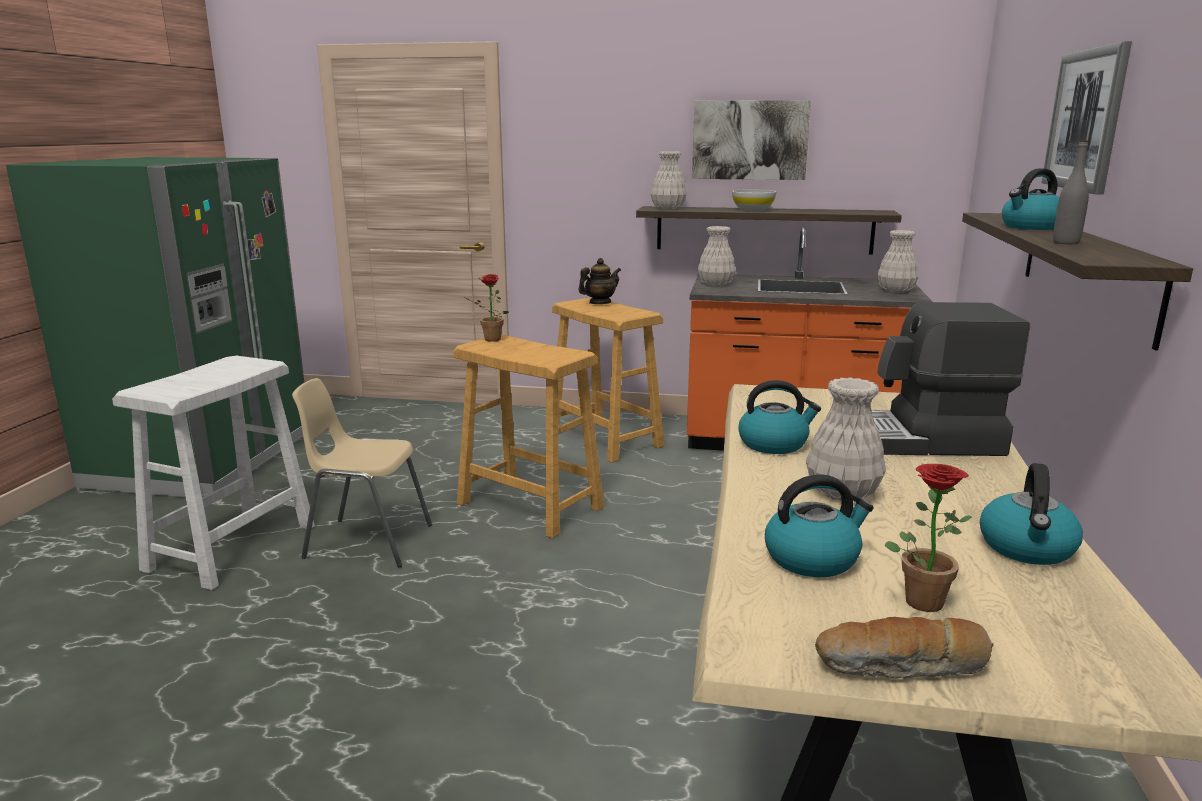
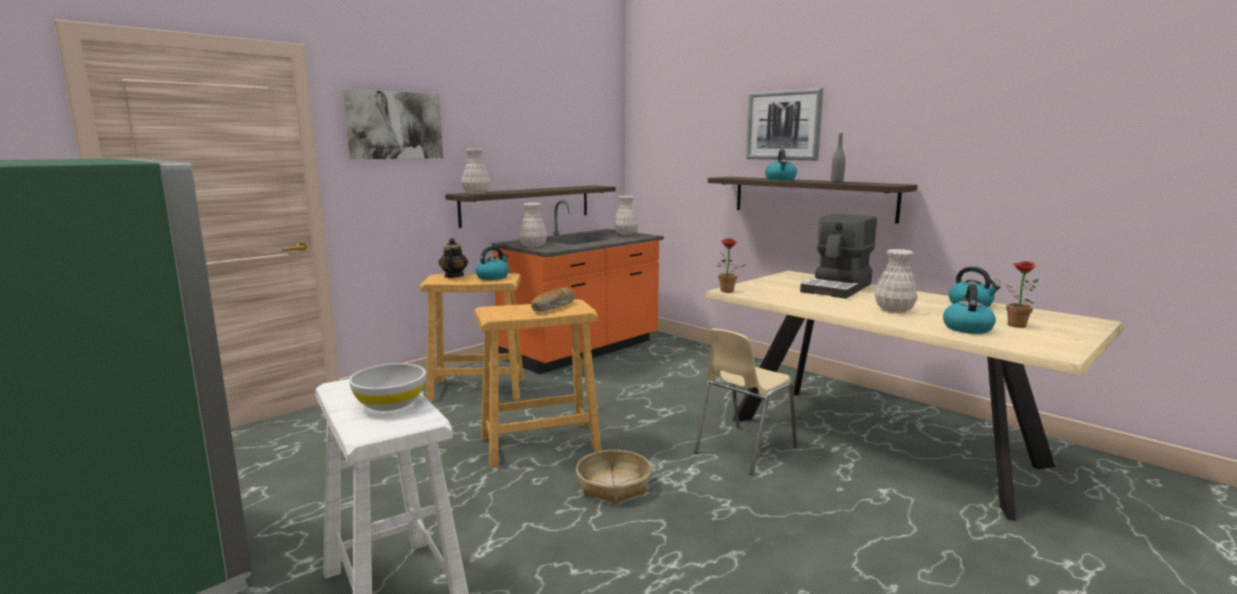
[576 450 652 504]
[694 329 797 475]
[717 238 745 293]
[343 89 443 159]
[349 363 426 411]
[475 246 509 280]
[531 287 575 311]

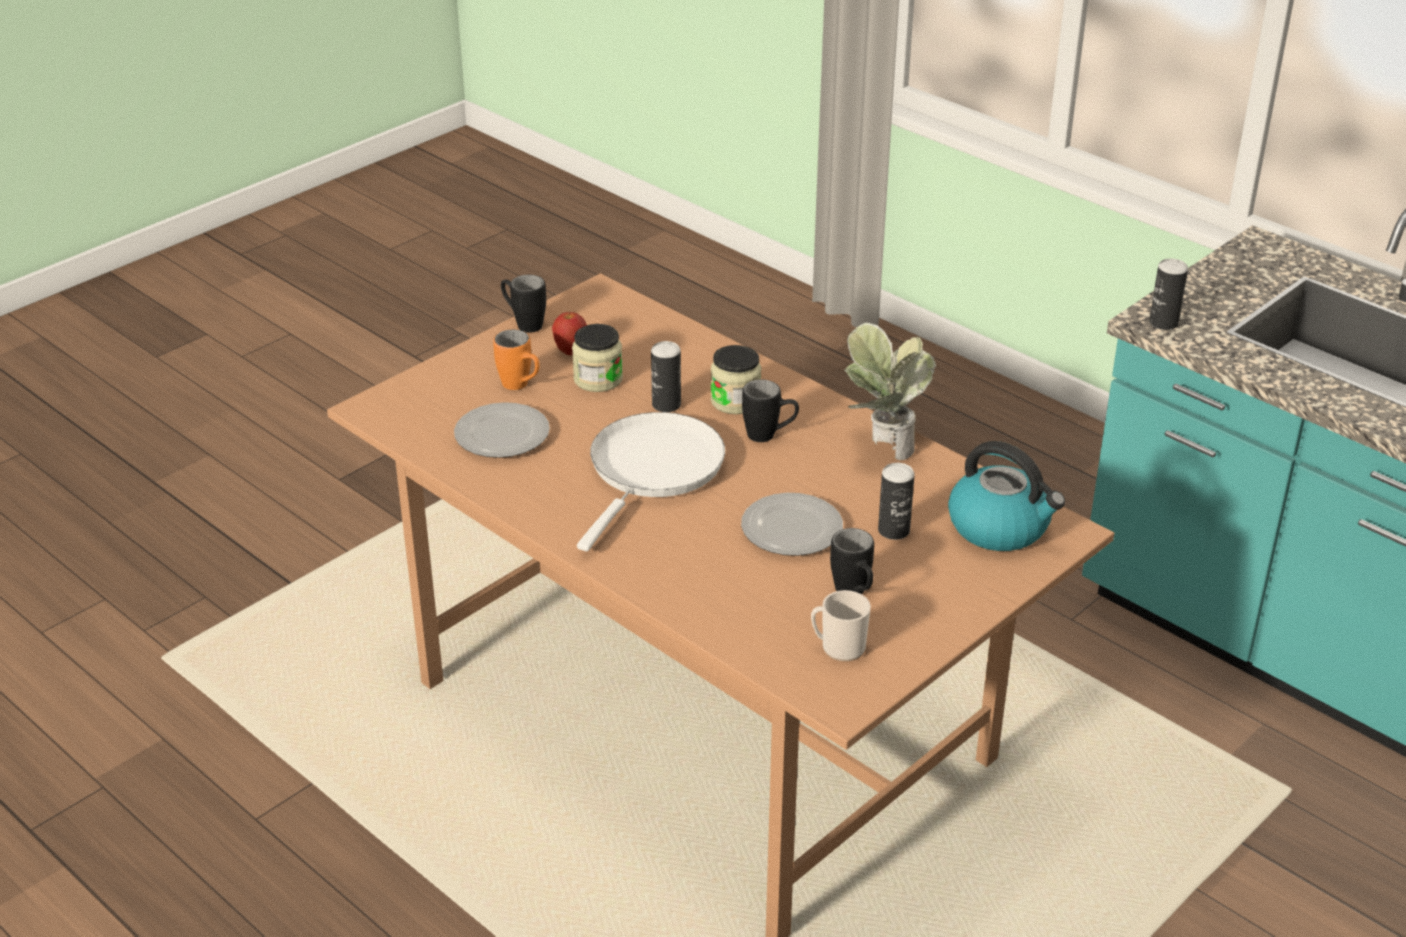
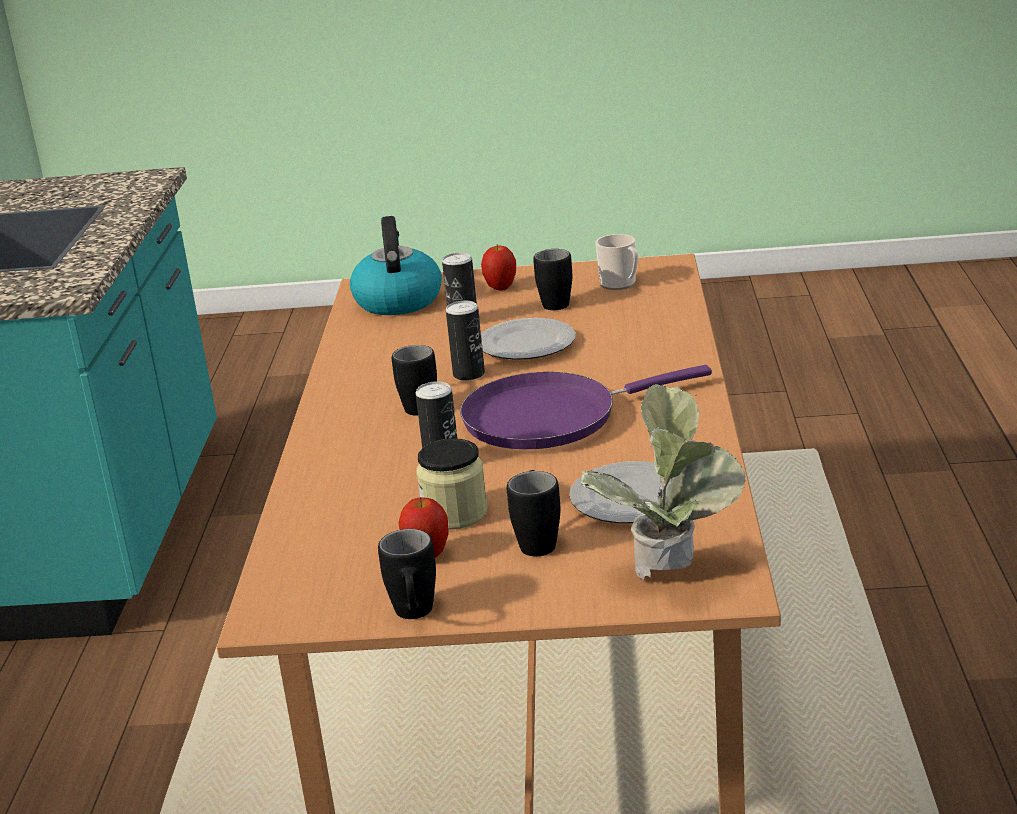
[711 345 761 414] (first image)
[481 244 516 291]
[580 384 746 580]
[446 301 485 381]
[507 470 560 556]
[460 365 712 449]

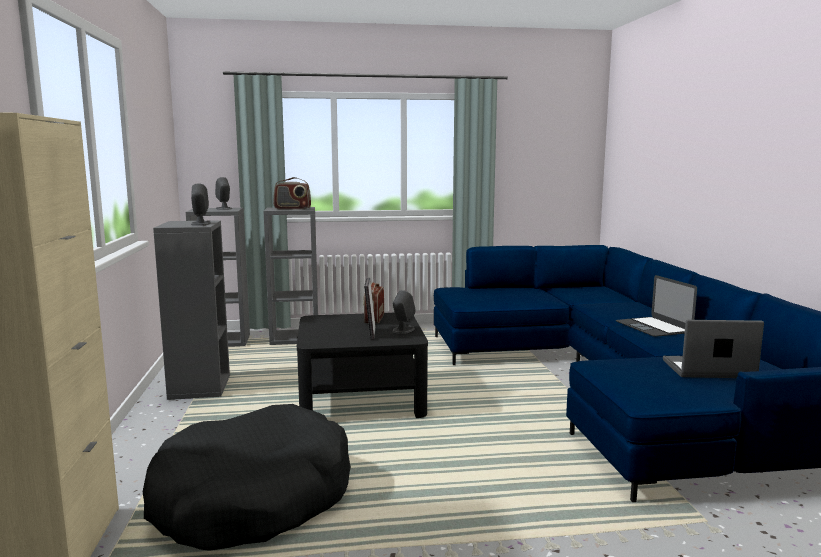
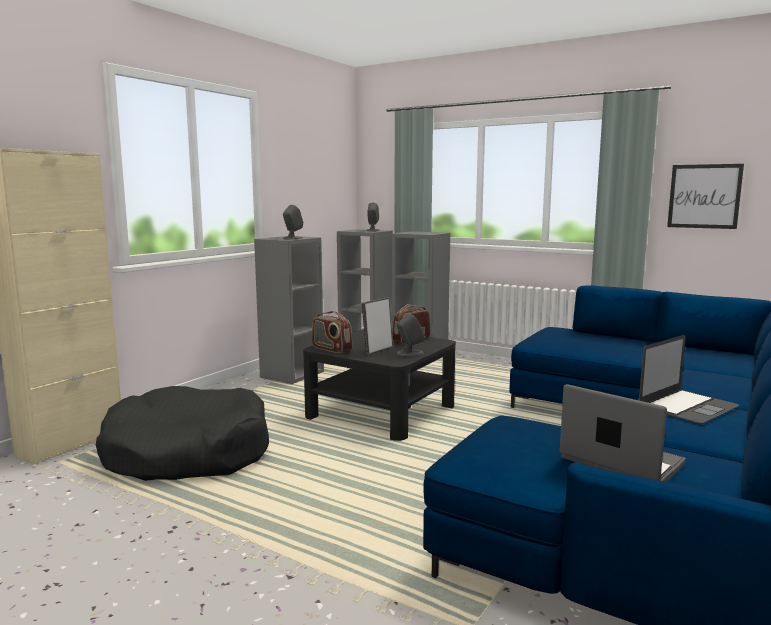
[667 164 744 229]
[312 311 352 353]
[639 335 739 424]

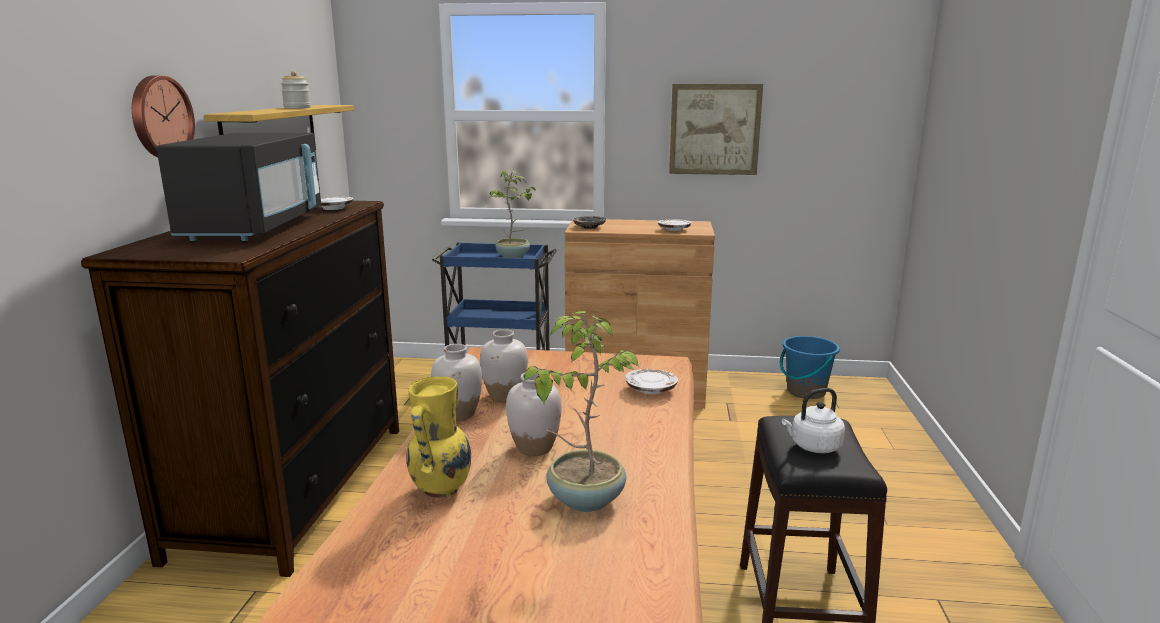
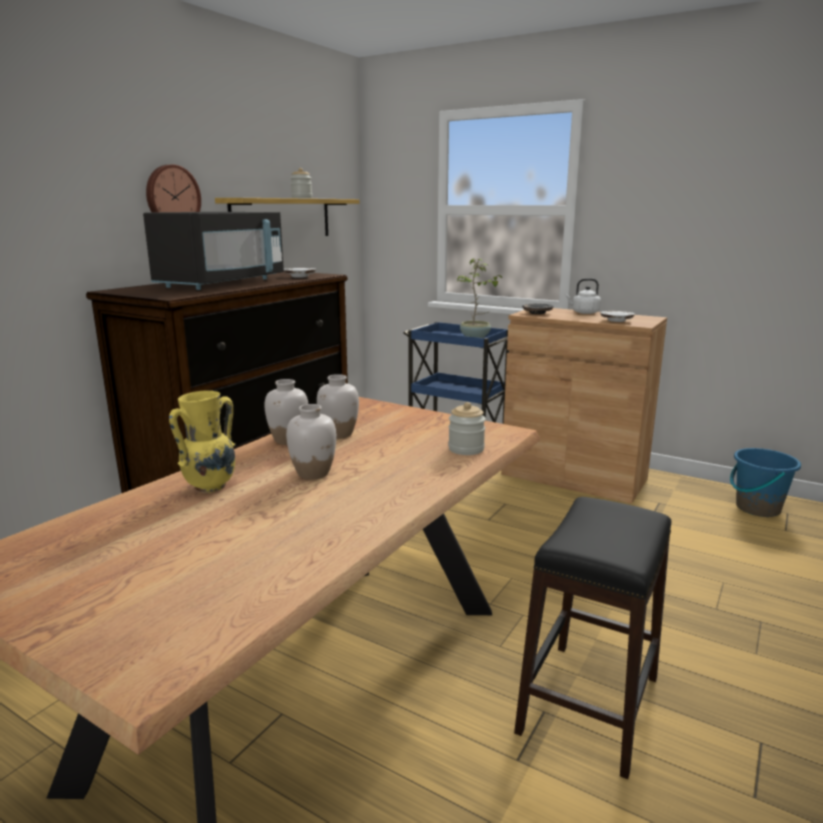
[524 311 639 512] (first image)
[669 84 763 175] (first image)
[565 278 601 314]
[448 402 486 455]

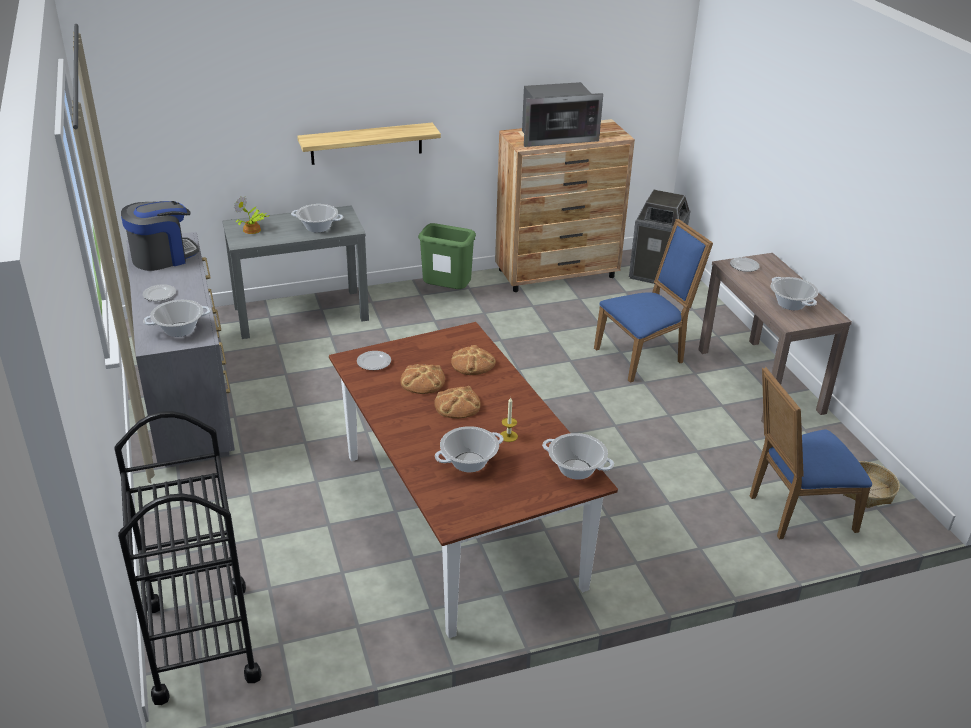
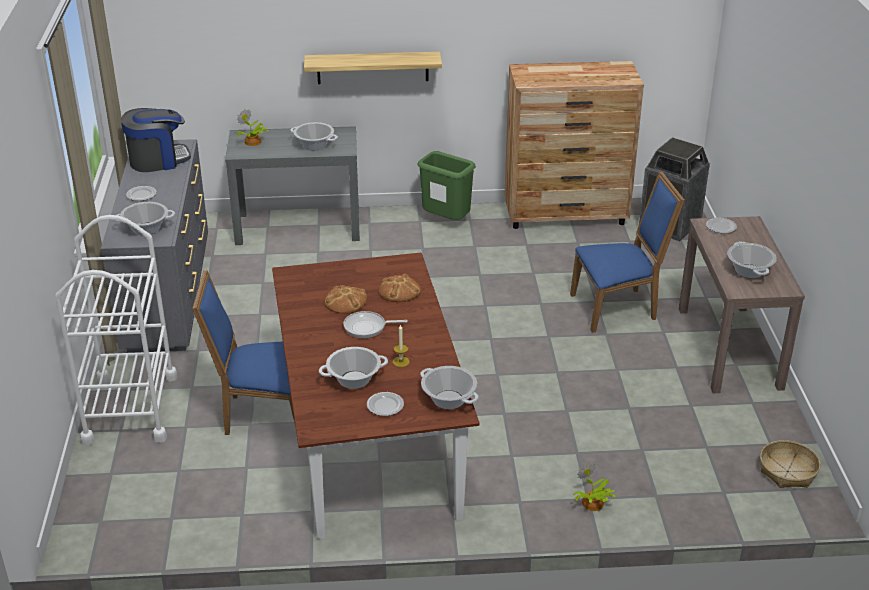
[115 411 261 705] (first image)
[522 82 603 147] (first image)
[55 215 178 446]
[573 463 617 511]
[367 392 404 416]
[192 270 295 435]
[343 311 408 338]

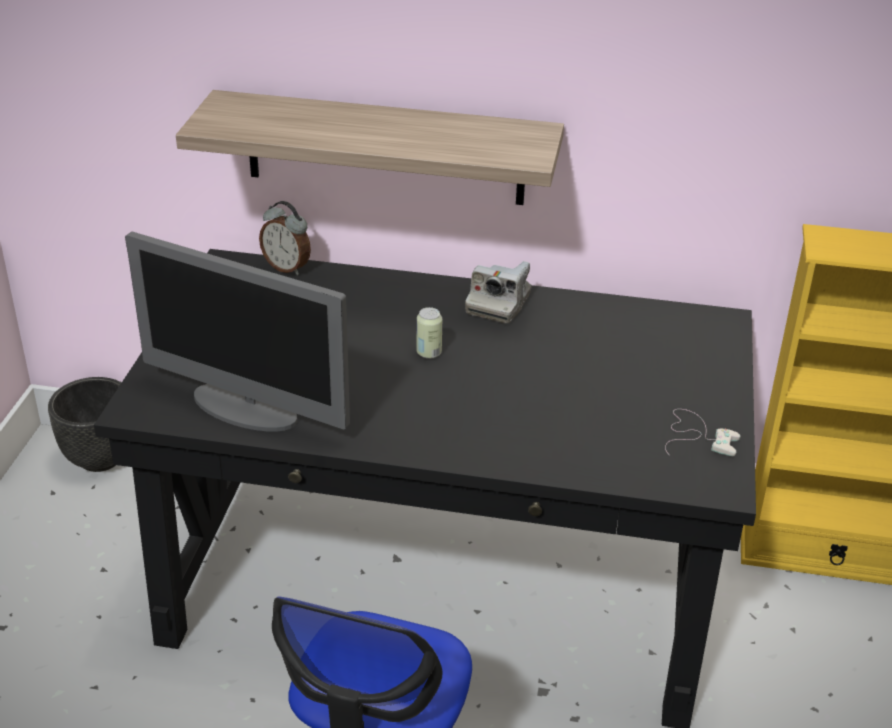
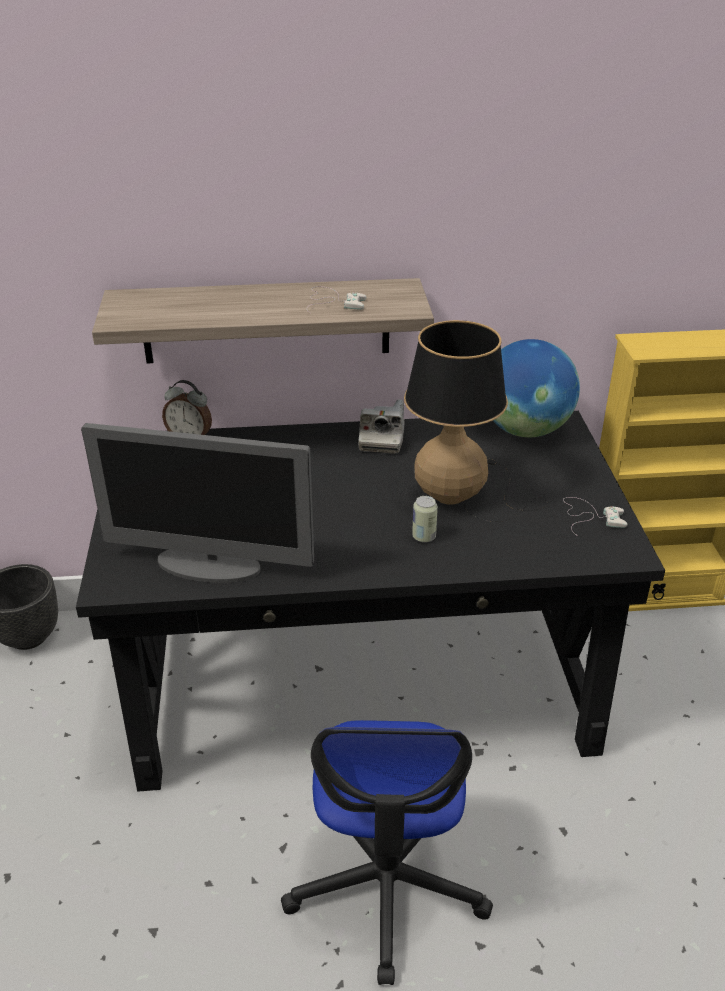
[307 286 366 313]
[404 320 547 522]
[493 339 580 437]
[412 496 438 543]

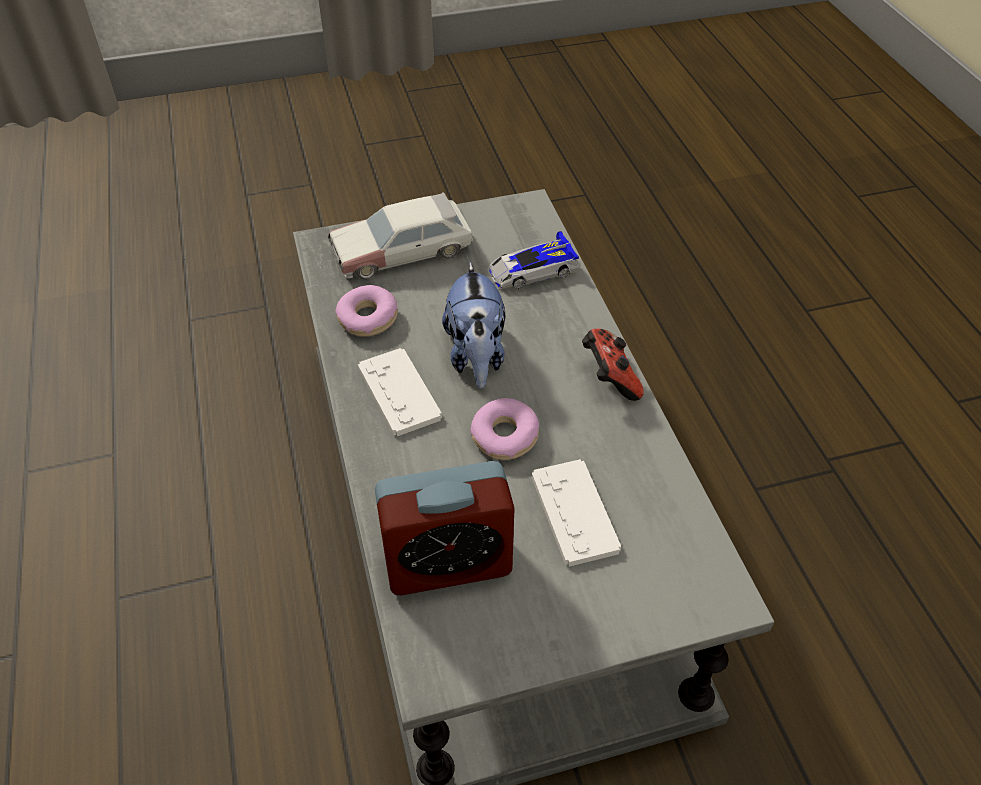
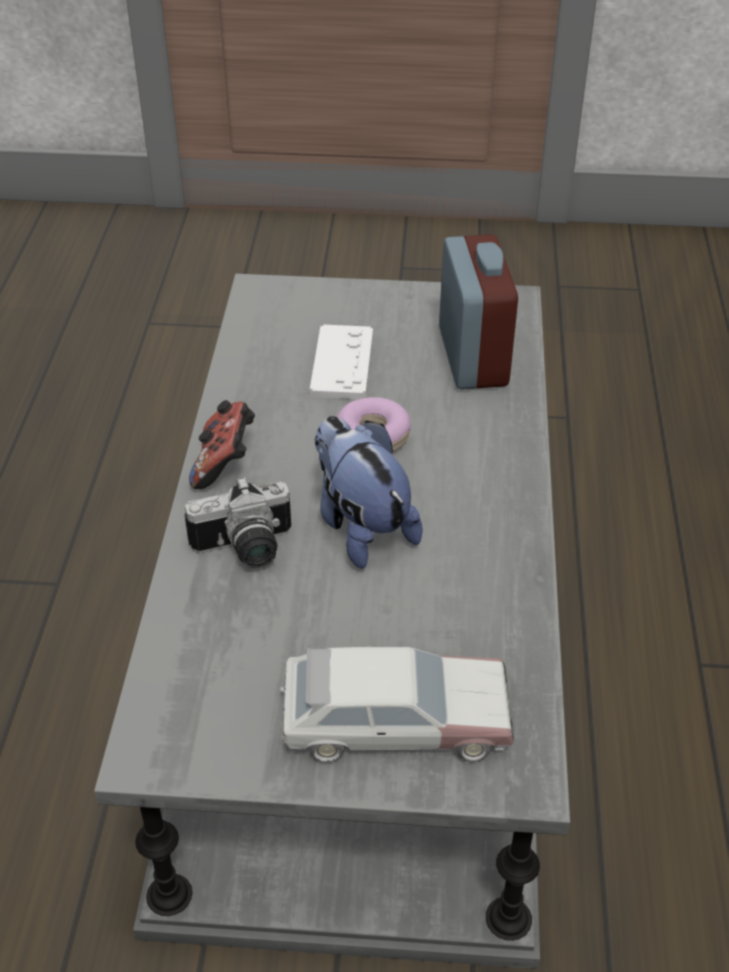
[335 285 398 337] (first image)
[358 348 442 436] (first image)
[489 231 580 289] (first image)
[184 477 291 568]
[439 234 518 390]
[314 416 423 569]

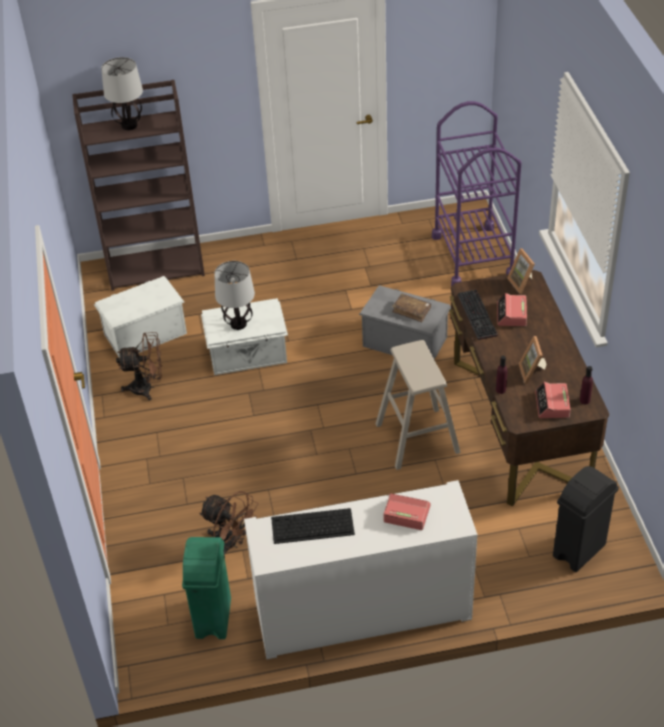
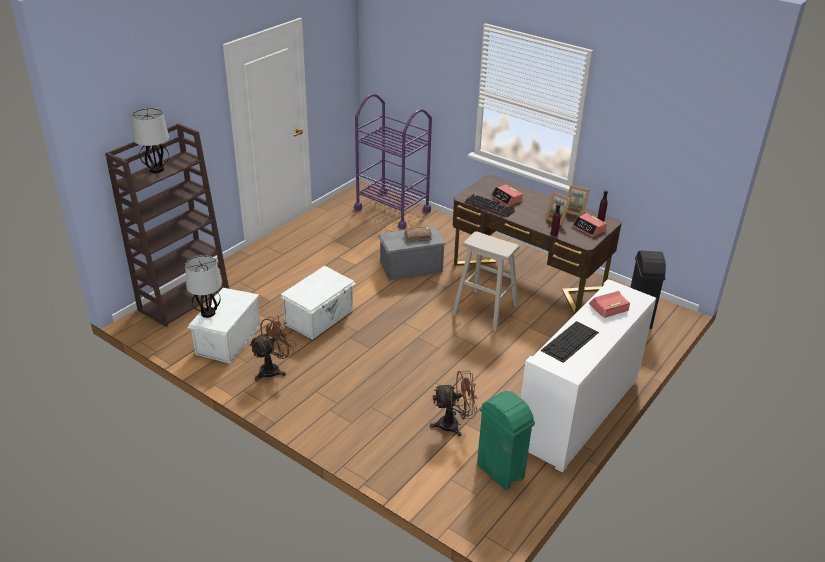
[185 255 222 318]
[567 185 589 216]

